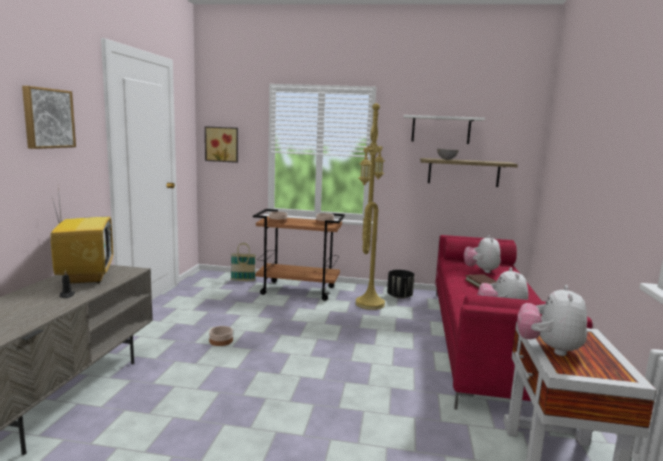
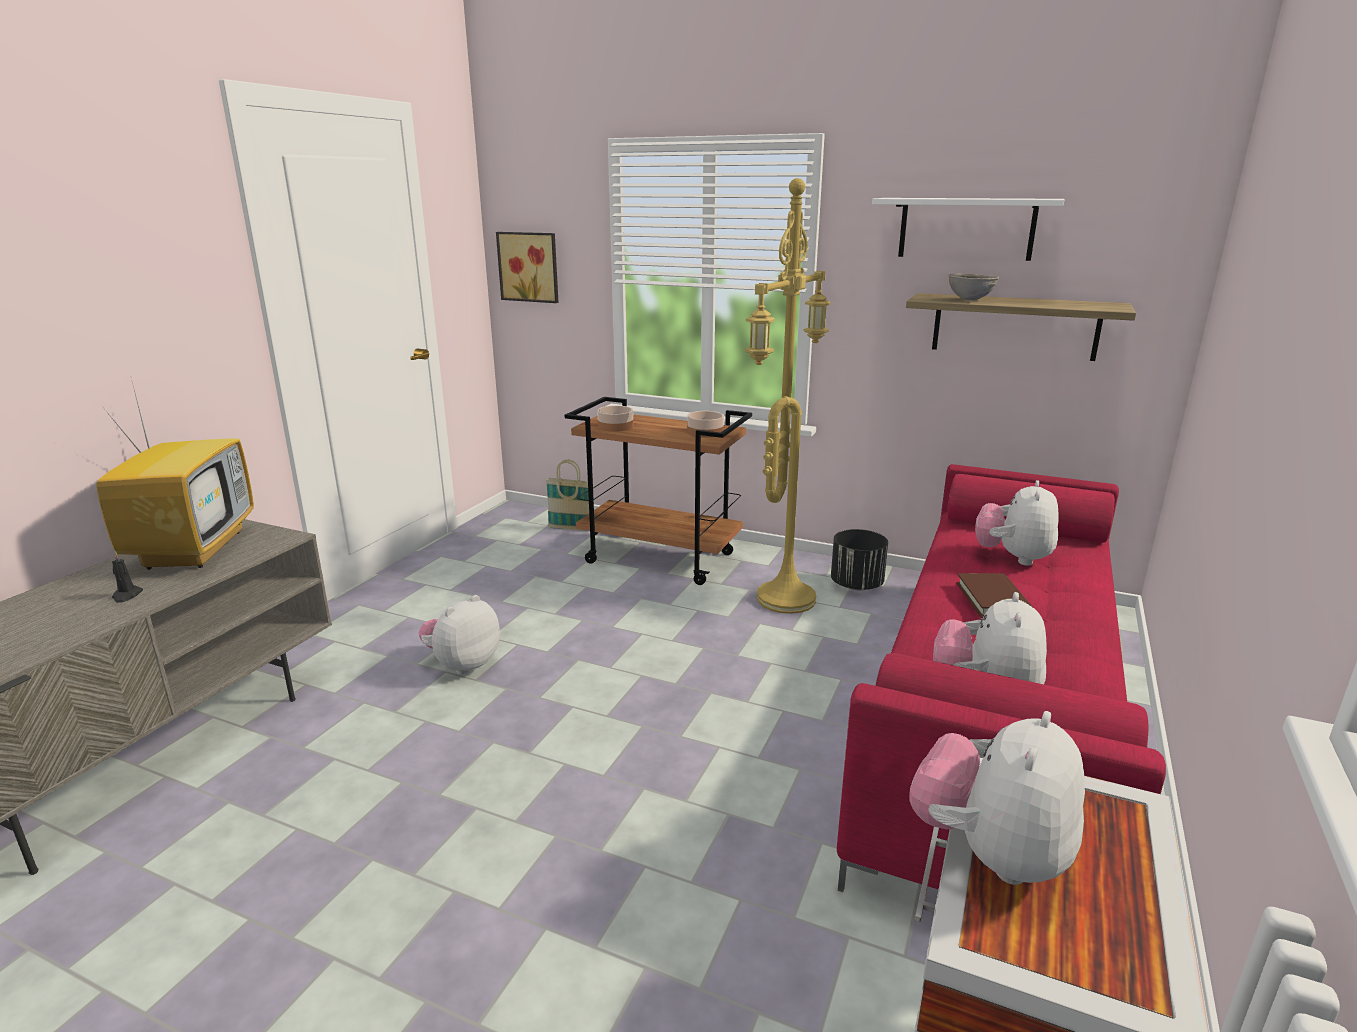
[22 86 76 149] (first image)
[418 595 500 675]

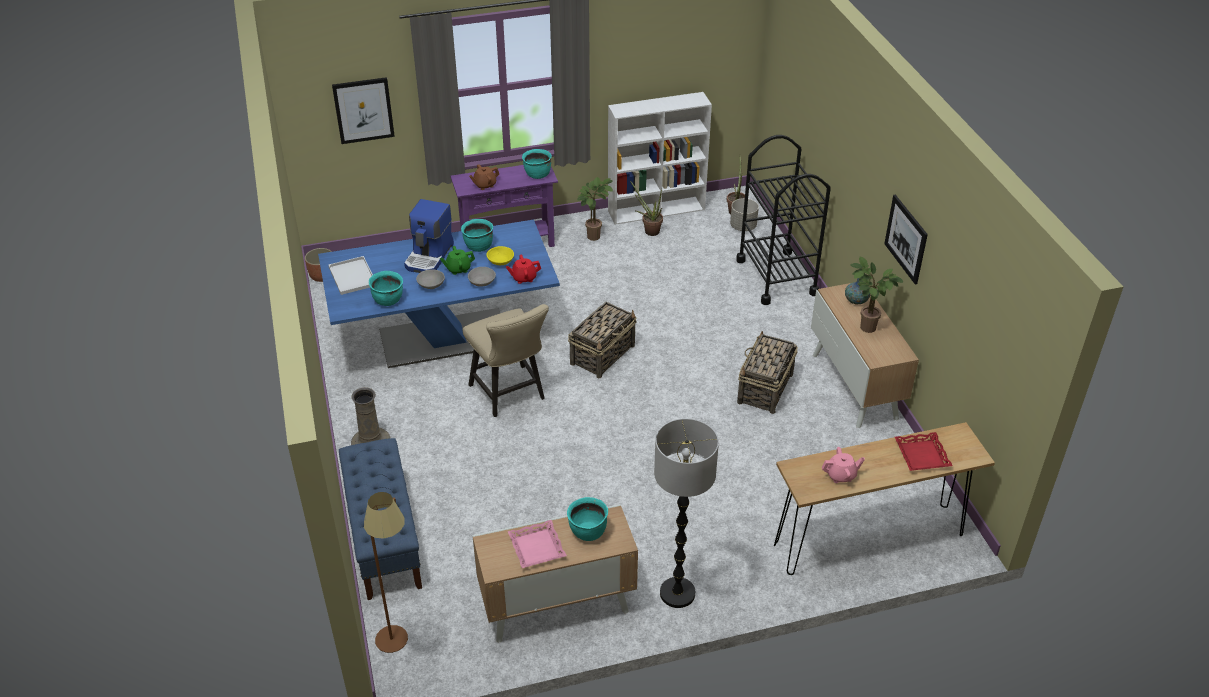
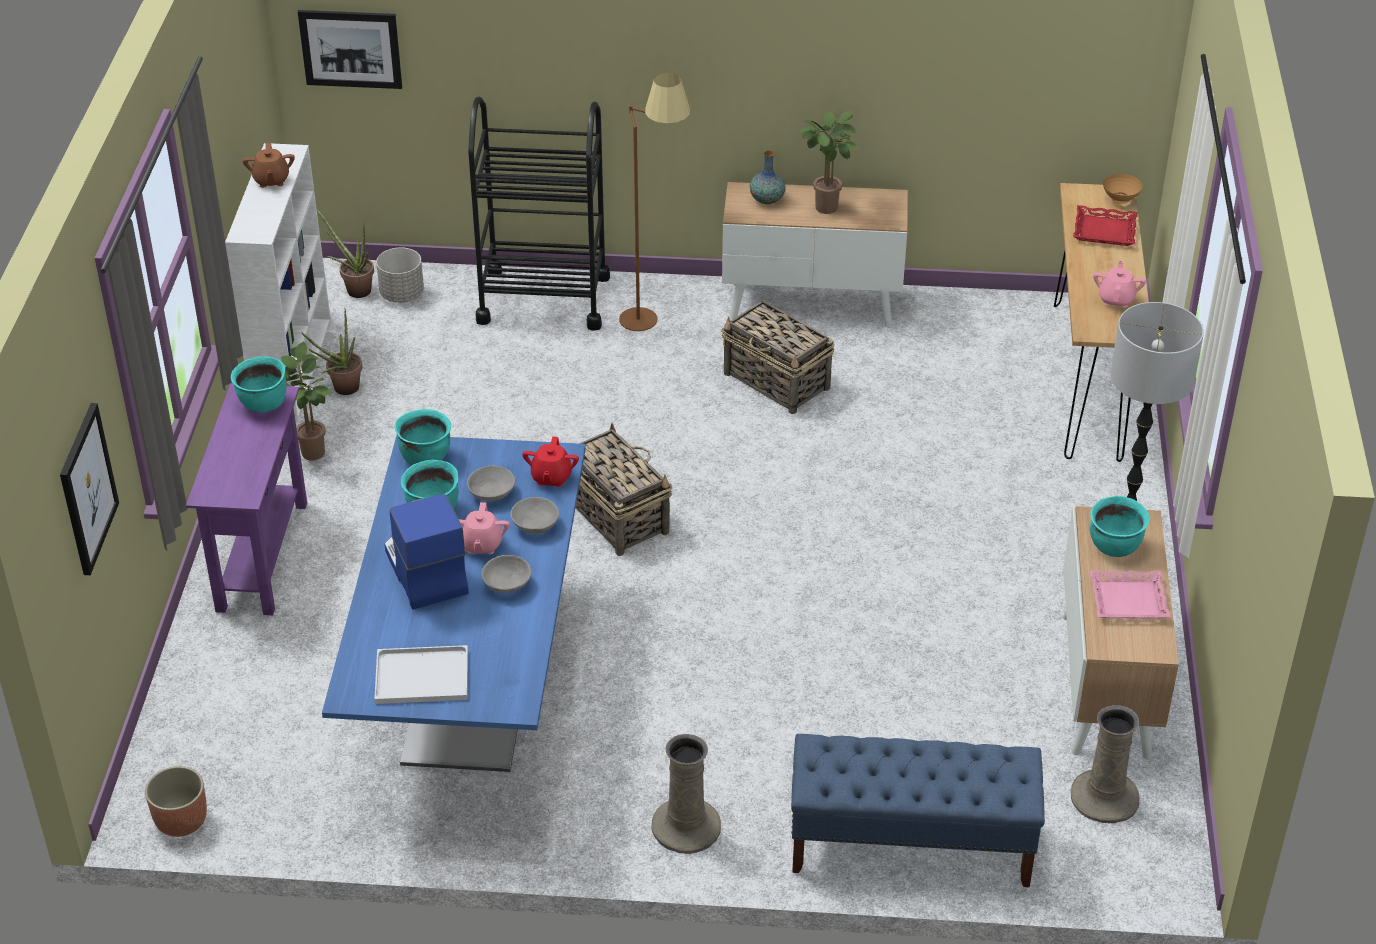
[463 304 549 417] (first image)
[1071 705 1140 823]
[1103 174 1142 204]
[619 73 690 331]
[394 409 451 465]
[243 143 295 188]
[298 10 402 89]
[459 502 510 554]
[467 466 515 501]
[384 494 469 610]

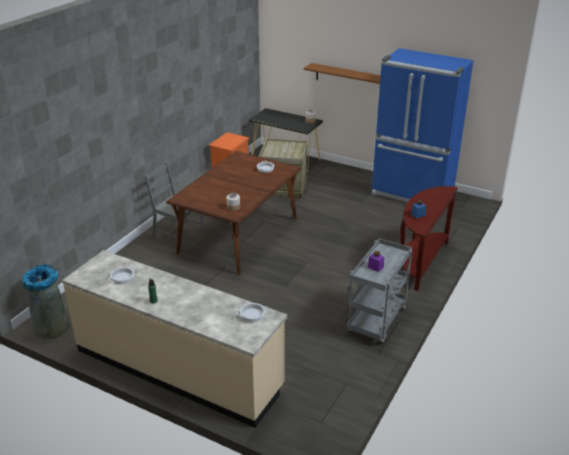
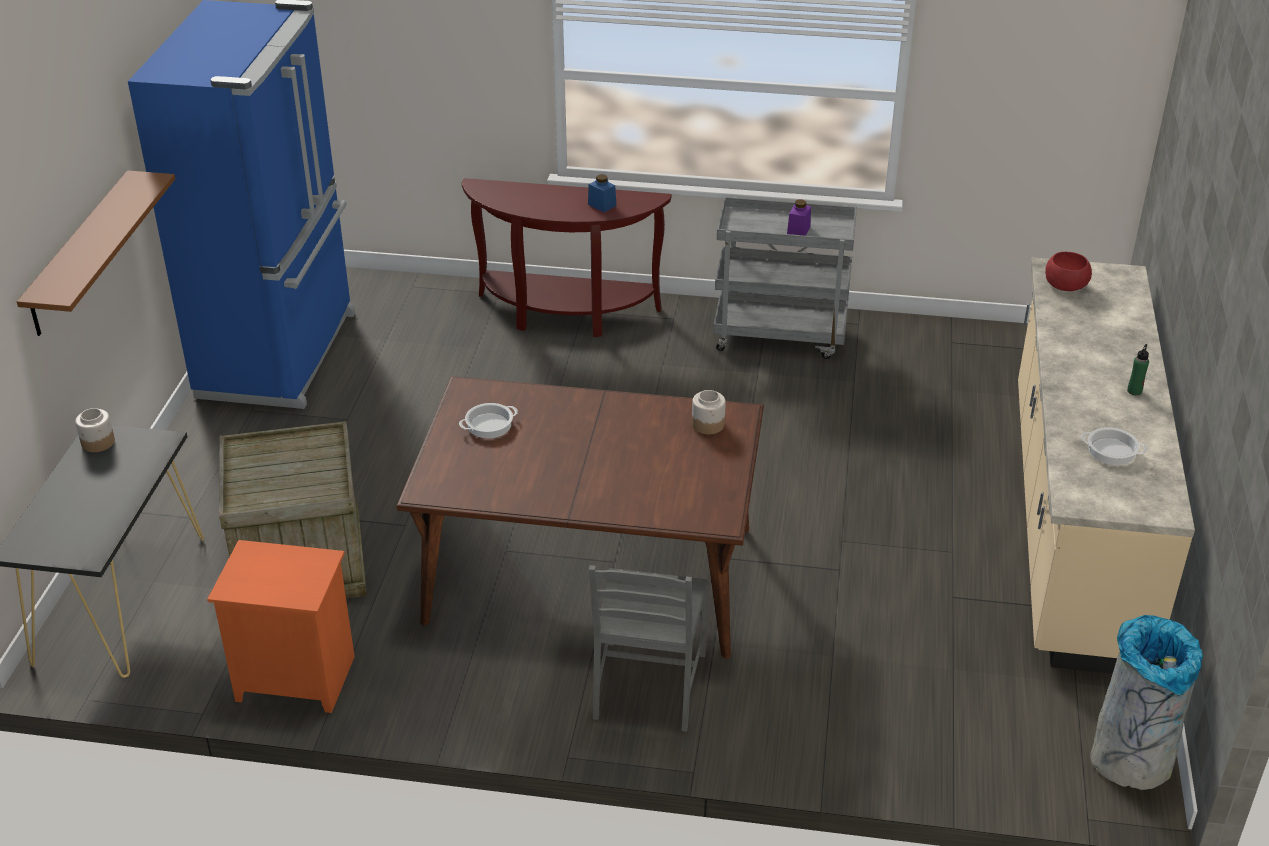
[1045 252 1092 291]

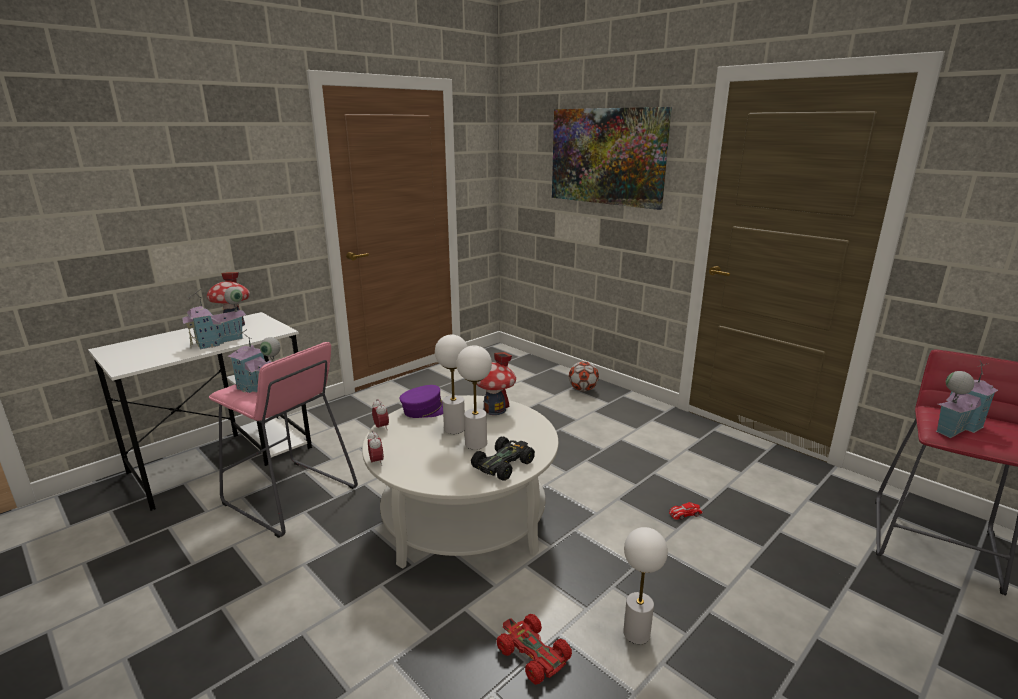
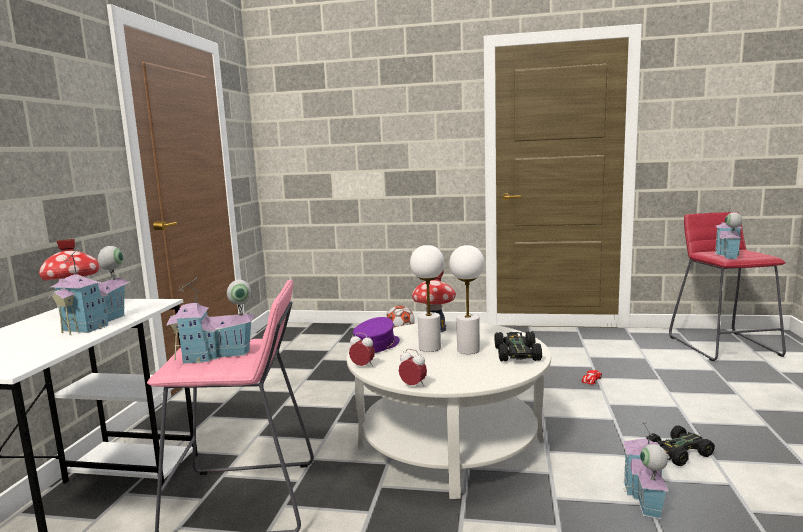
[552 107 672 210] (first image)
[623 422 669 519]
[646 425 715 466]

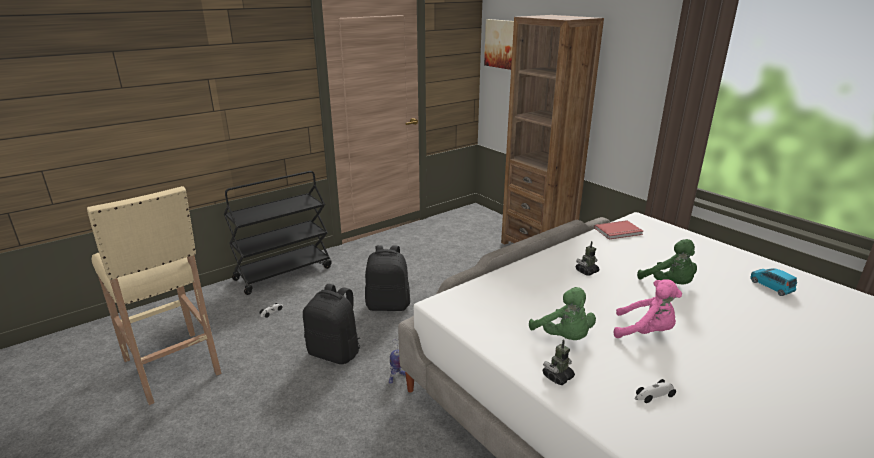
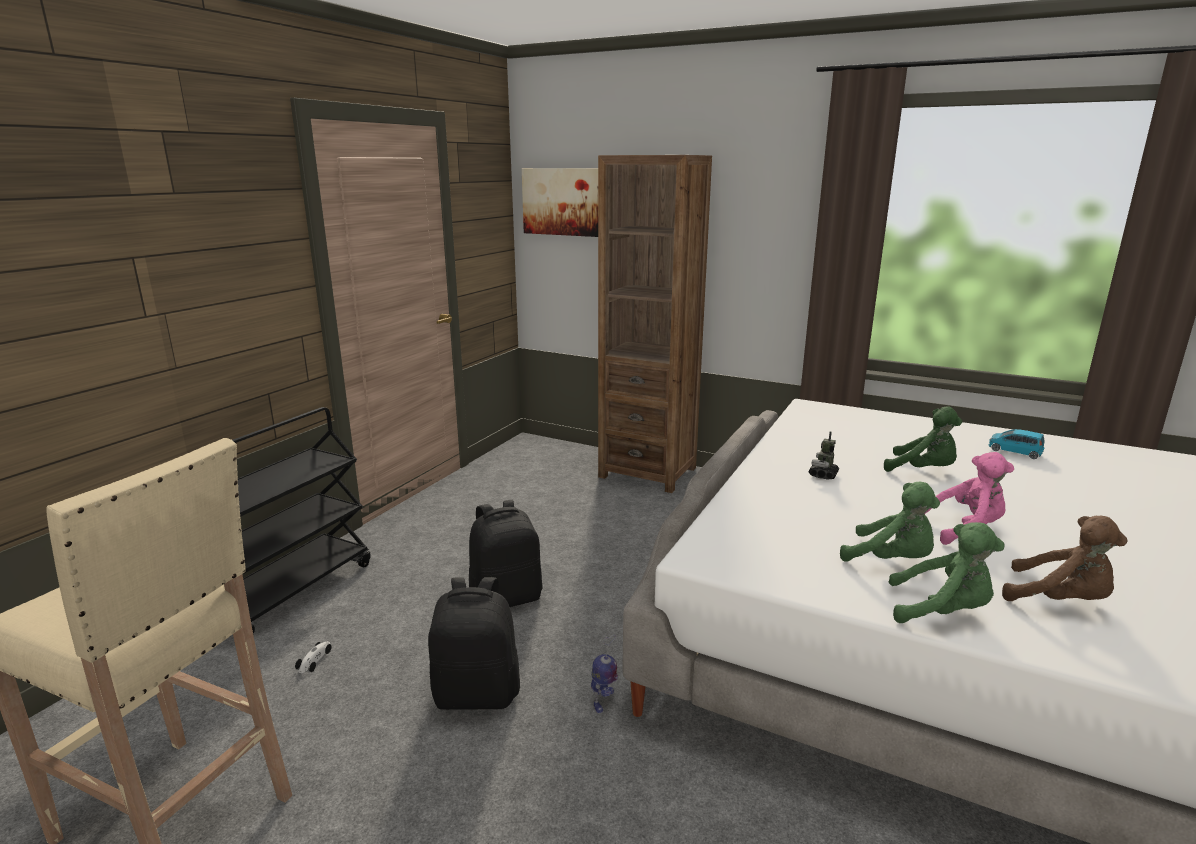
[594 220 643 240] (first image)
[889 522 1005 623]
[1002 516 1128 601]

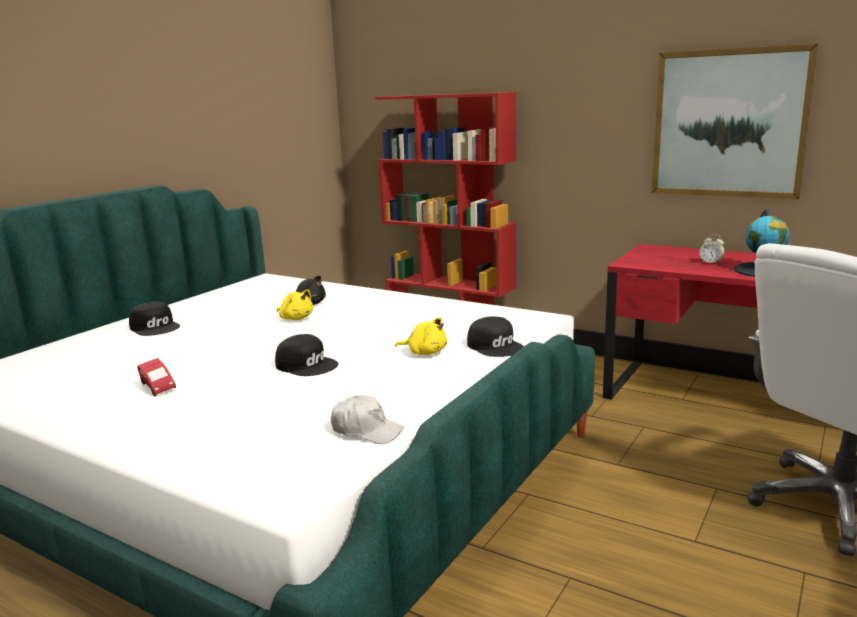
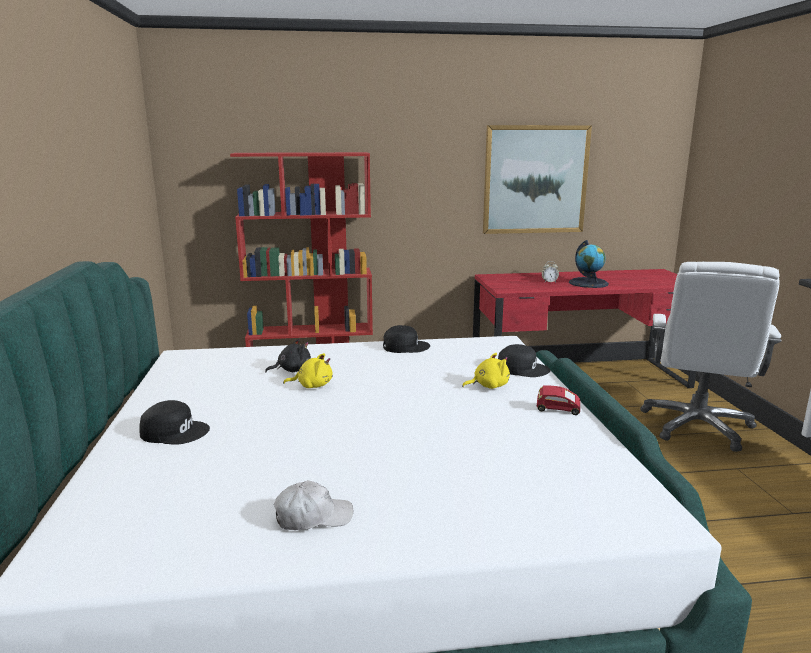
[537 385 580 415]
[383 325 430 353]
[274 480 353 530]

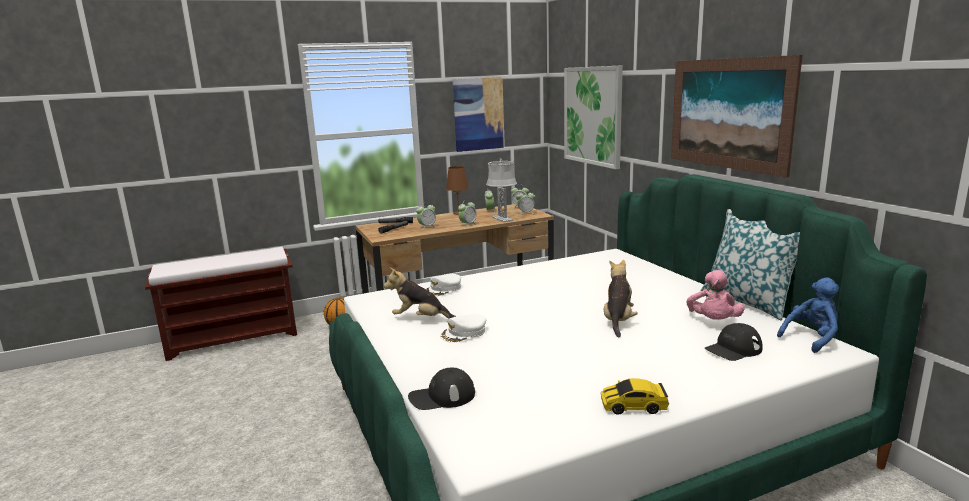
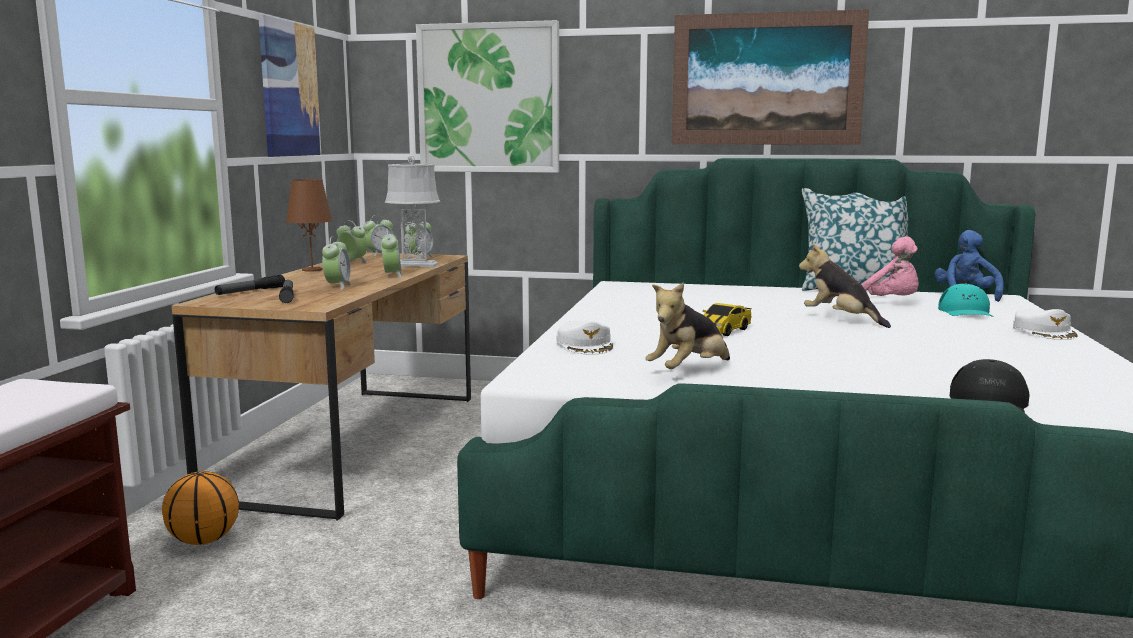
[1013 309 1078 340]
[703 303 752 336]
[938 284 994 317]

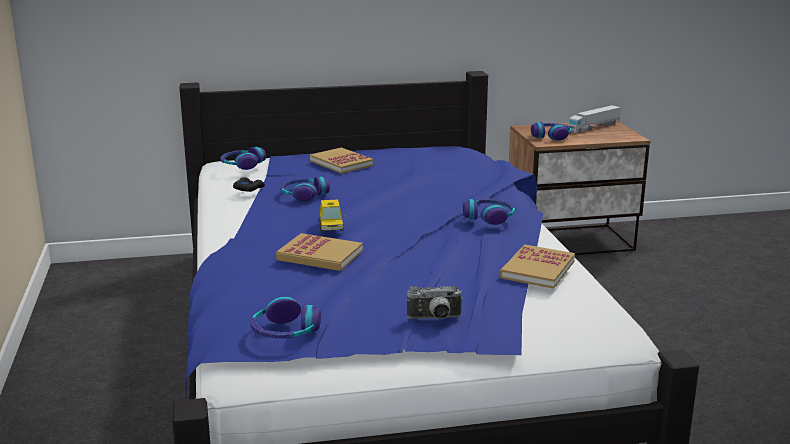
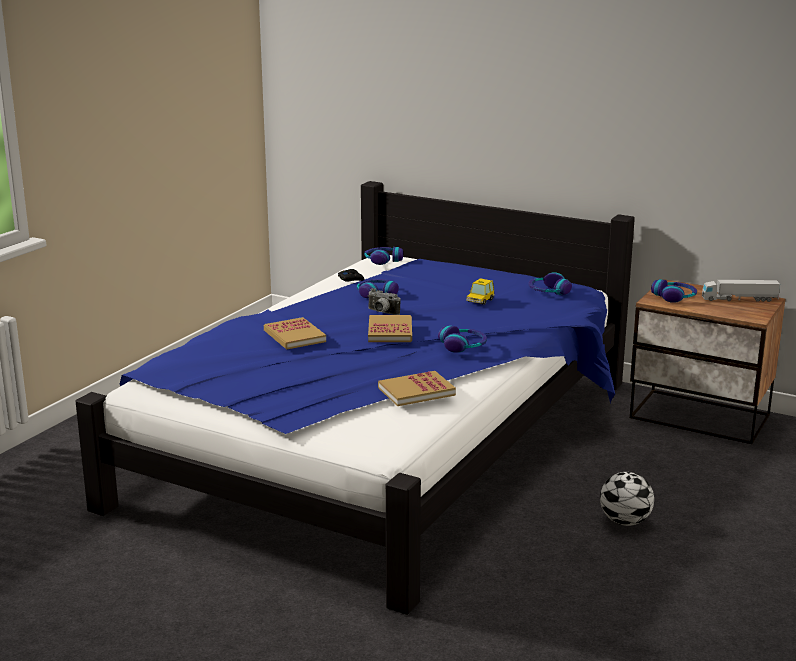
[600 472 654 526]
[528 272 572 295]
[368 315 412 342]
[466 278 495 305]
[368 288 401 315]

